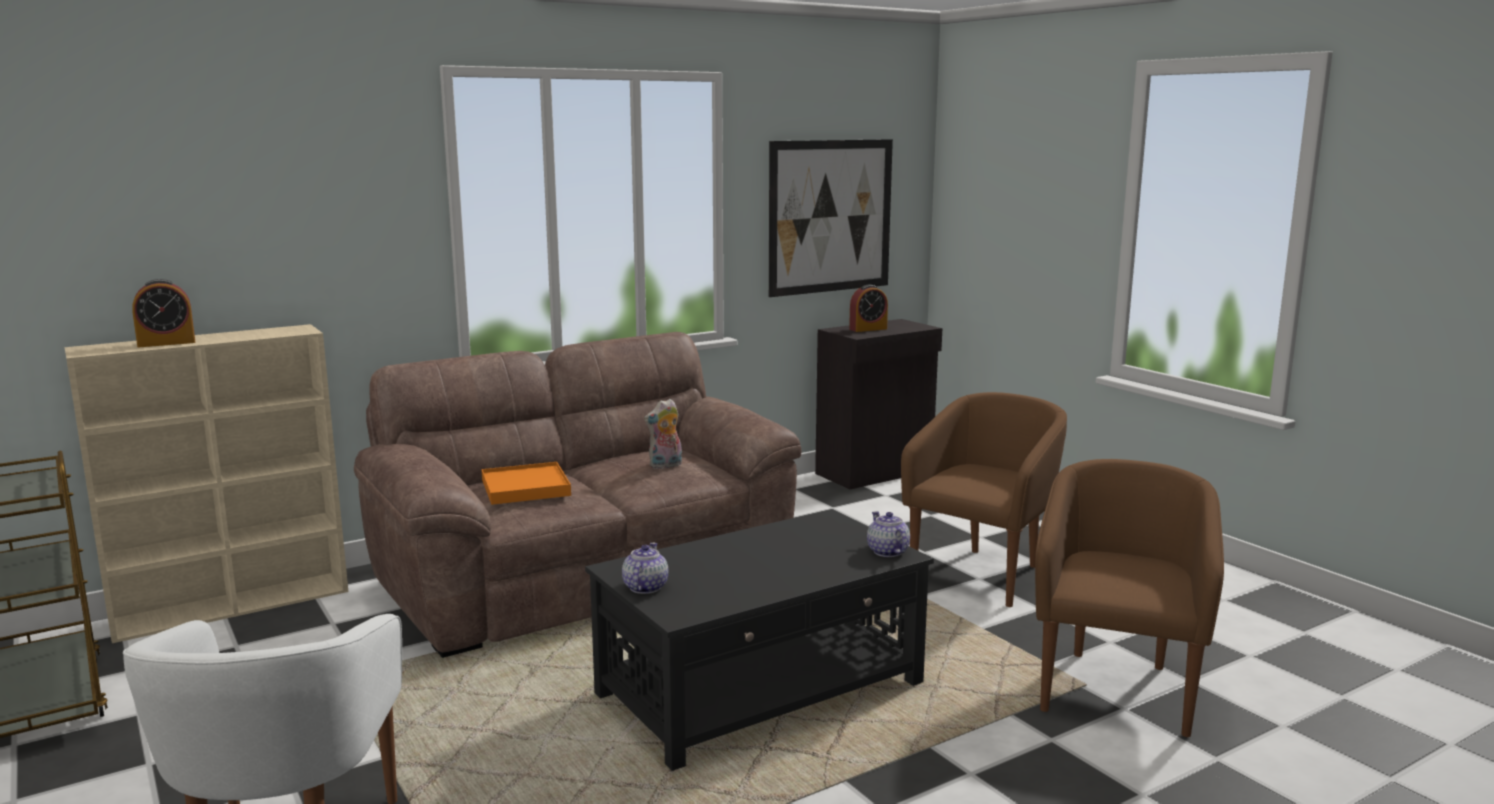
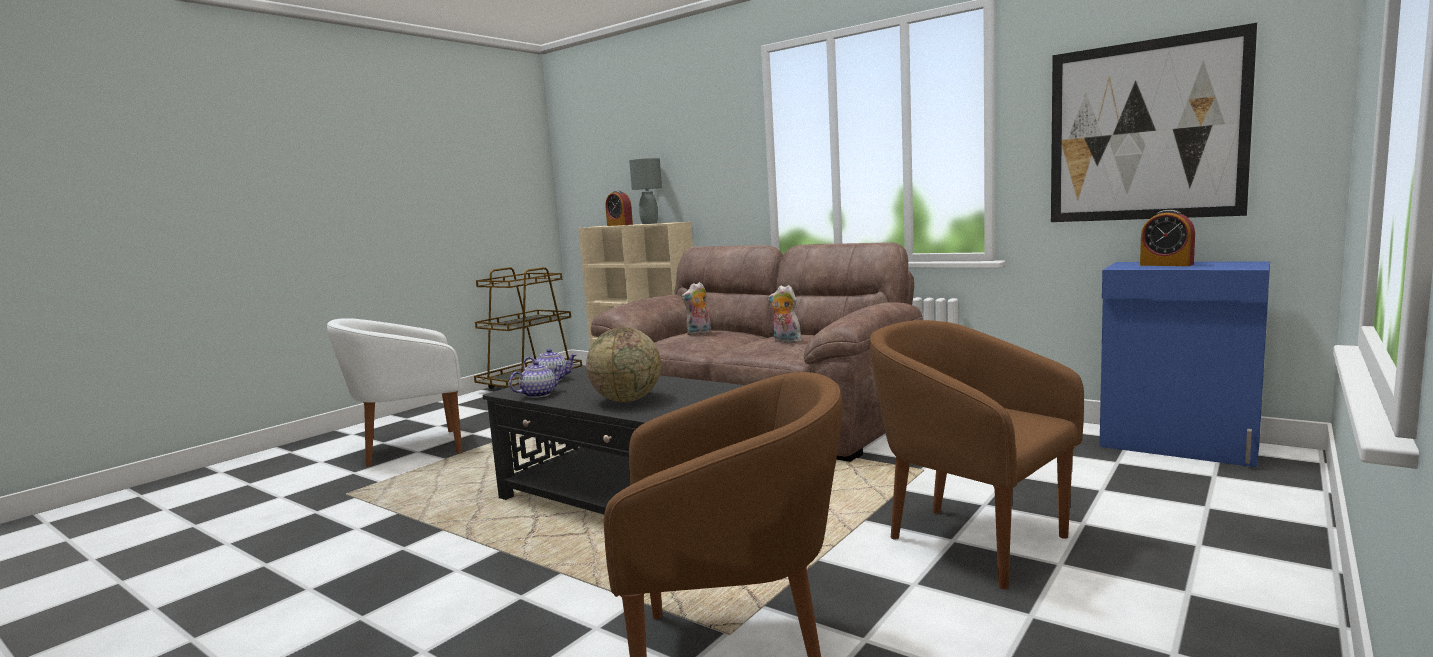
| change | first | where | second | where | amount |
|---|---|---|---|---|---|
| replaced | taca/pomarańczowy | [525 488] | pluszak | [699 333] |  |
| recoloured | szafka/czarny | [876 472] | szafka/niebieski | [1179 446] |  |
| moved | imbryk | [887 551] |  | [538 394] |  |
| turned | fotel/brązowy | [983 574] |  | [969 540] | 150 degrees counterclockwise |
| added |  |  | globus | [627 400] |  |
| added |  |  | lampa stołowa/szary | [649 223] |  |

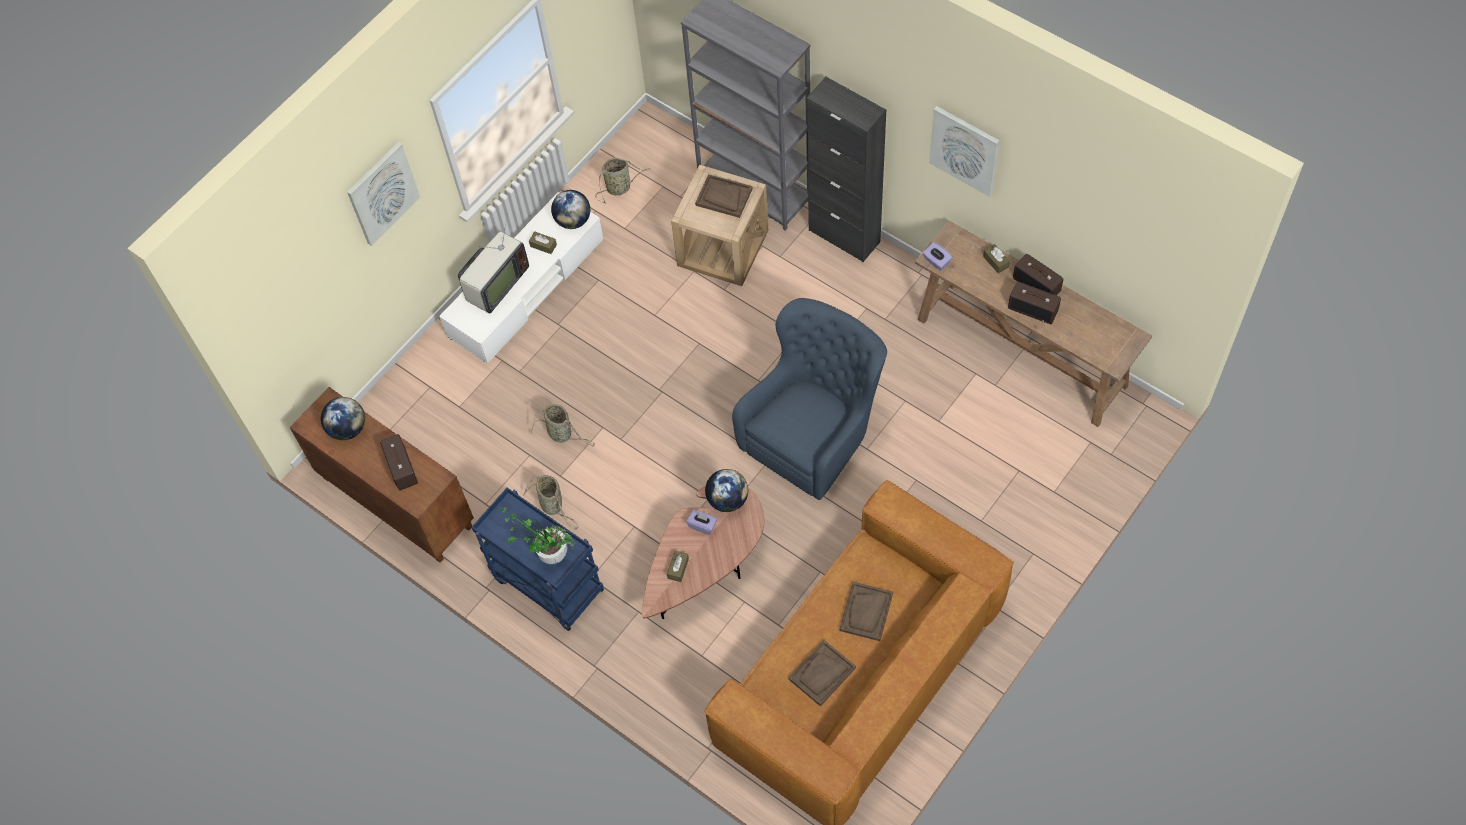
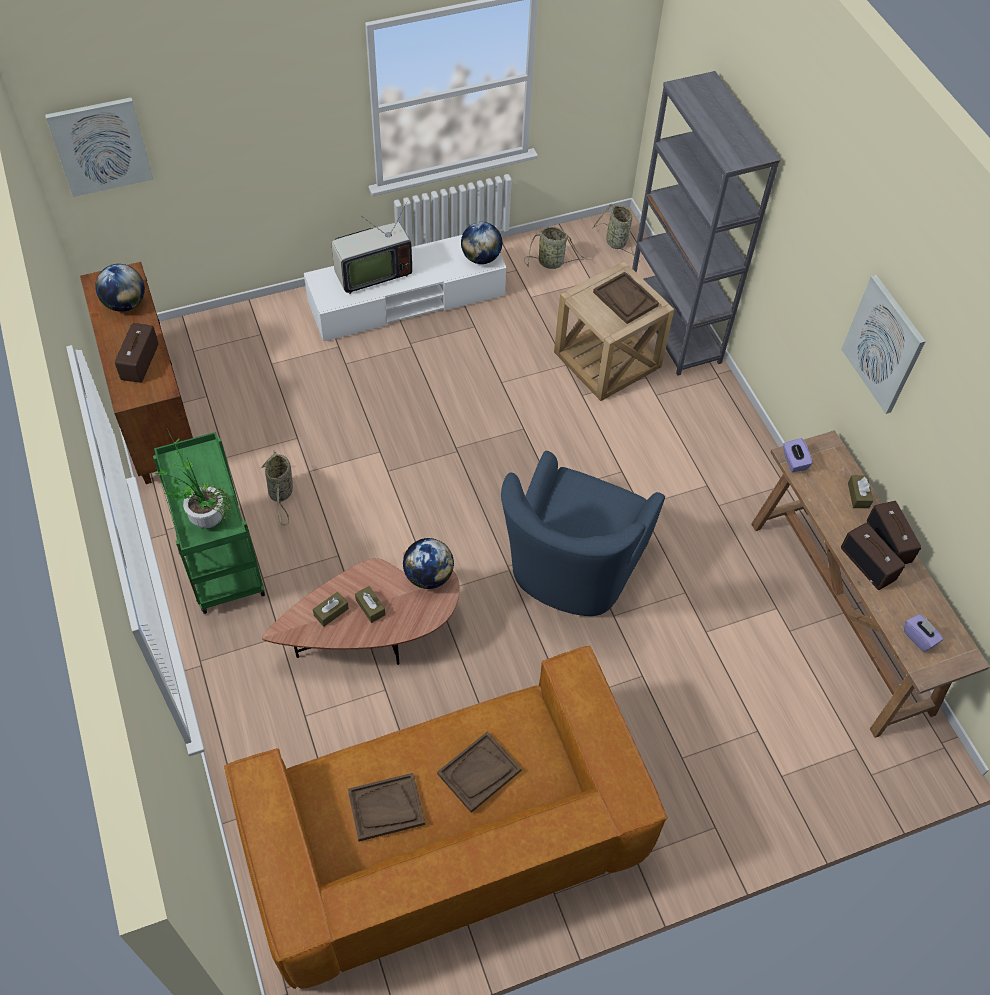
| change | first | where | second | where | amount |
|---|---|---|---|---|---|
| moved | obraz | [382 193] |  | [100 146] |  |
| recoloured | wózek/niebieski | [546 584] | wózek/zielony | [219 559] |  |
| moved | pudełko chusteczek/brązowy | [543 245] |  | [370 607] |  |
| moved | koszyk | [562 434] |  | [617 243] |  |
| moved | pudełko chusteczek/fioletowy | [702 525] |  | [919 637] |  |
| turned | fotel/niebieski | [813 433] |  | [571 570] | 135 degrees clockwise |
| removed | szafka/czarny | [844 236] |  |  |  |

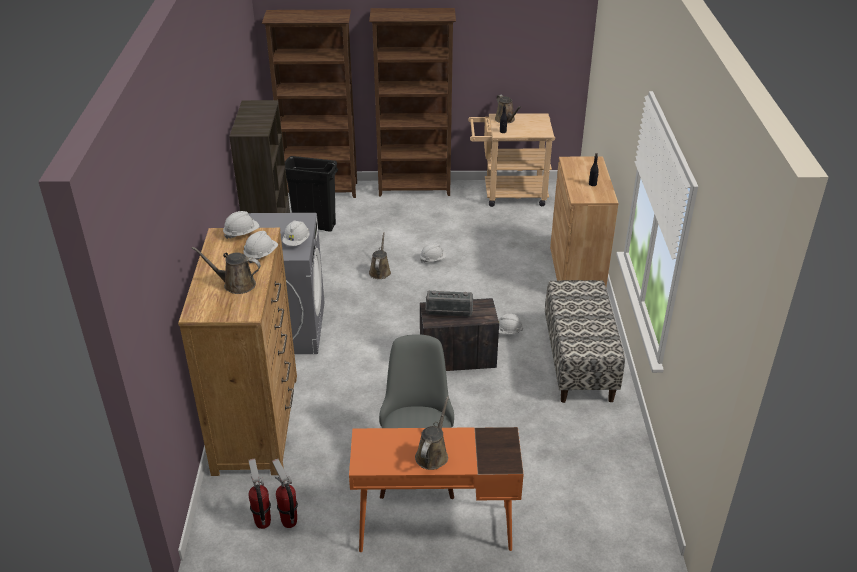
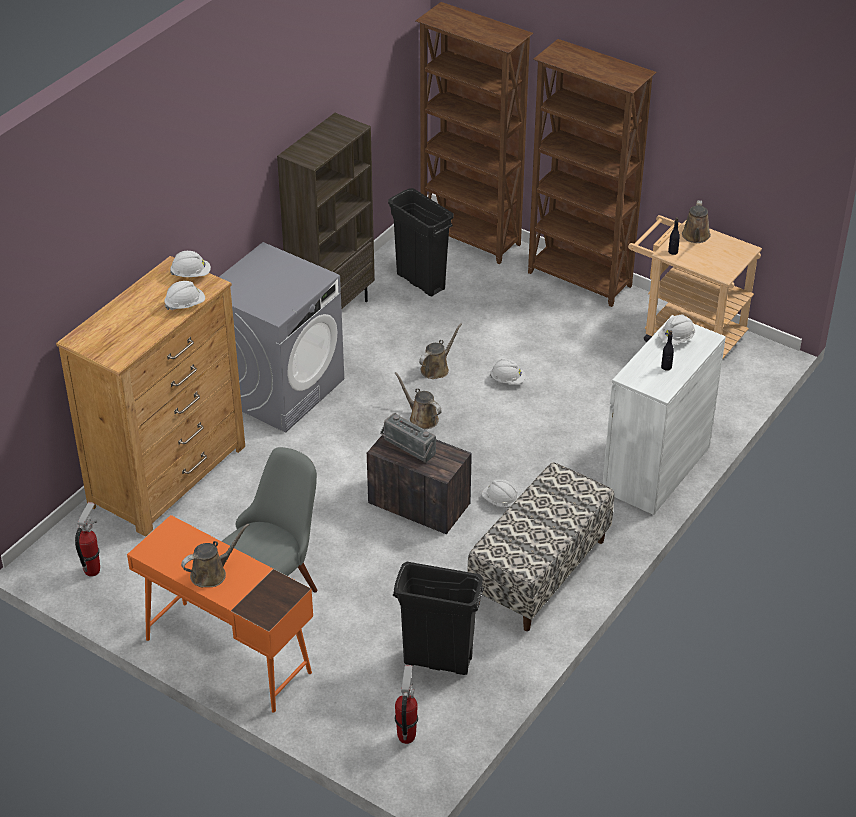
| change | first | where | second | where | amount |
|---|---|---|---|---|---|
| moved | konewka/brązowy | [236 284] |  | [421 418] |  |
| moved | gaśnica | [289 521] |  | [406 736] |  |
| moved | kask/biały | [296 241] |  | [676 339] |  |
| recoloured | szafka/brązowy | [576 271] | szafka/biały | [656 469] |  |
| added |  |  | kosz na śmieci/czarny | [437 660] |  |

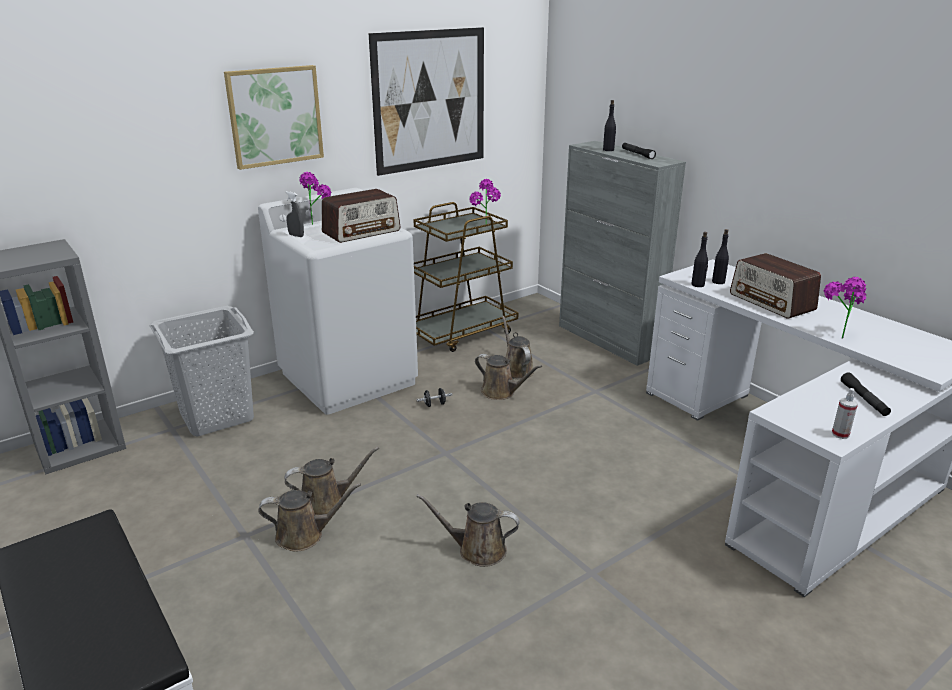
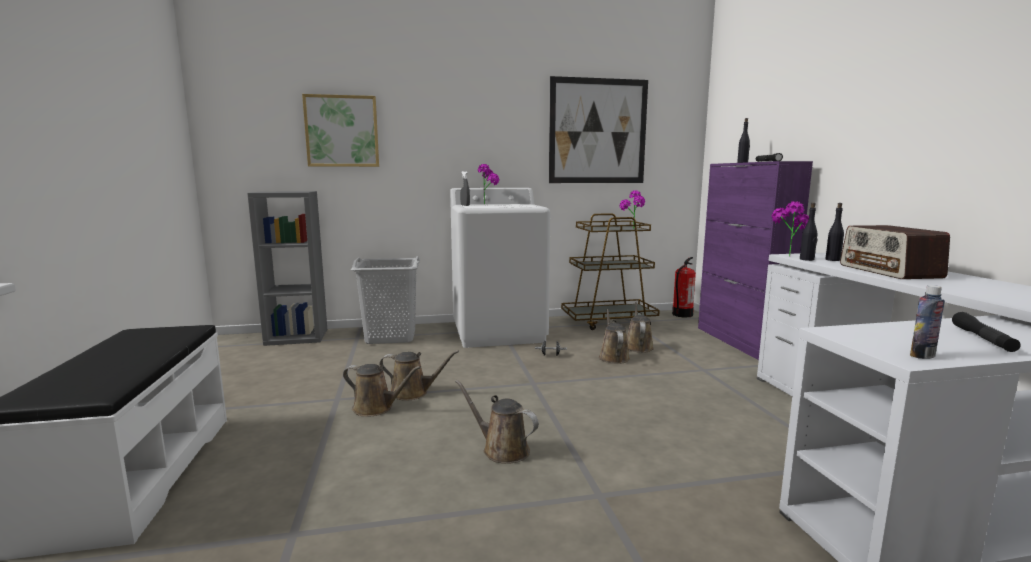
| change | first | where | second | where | amount |
|---|---|---|---|---|---|
| moved | obraz | [275 116] |  | [342 131] |  |
| removed | radio | [362 232] |  |  |  |
| turned | konewka/brązowy | [501 392] |  | [613 357] | 150 degrees counterclockwise |
| recoloured | szafka/szary | [608 340] | szafka/fioletowy | [740 342] |  |
| moved | roślina doniczkowa | [836 334] |  | [787 255] |  |
| replaced | spryskiwacz | [840 434] | butelka | [922 355] |  |
| added |  |  | gaśnica | [682 314] |  |

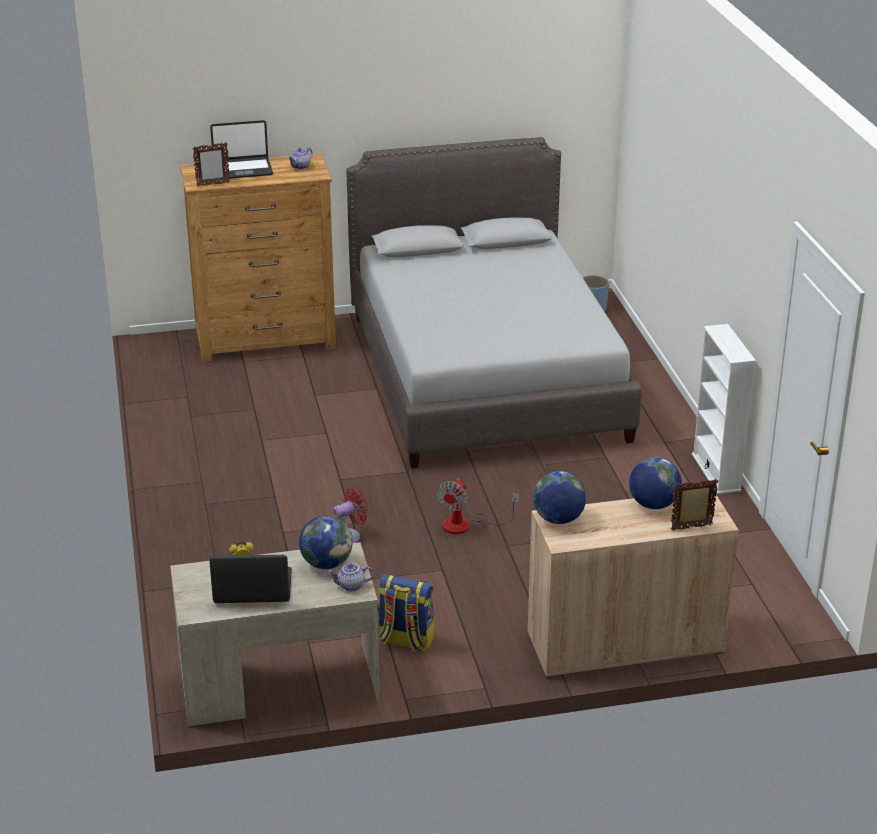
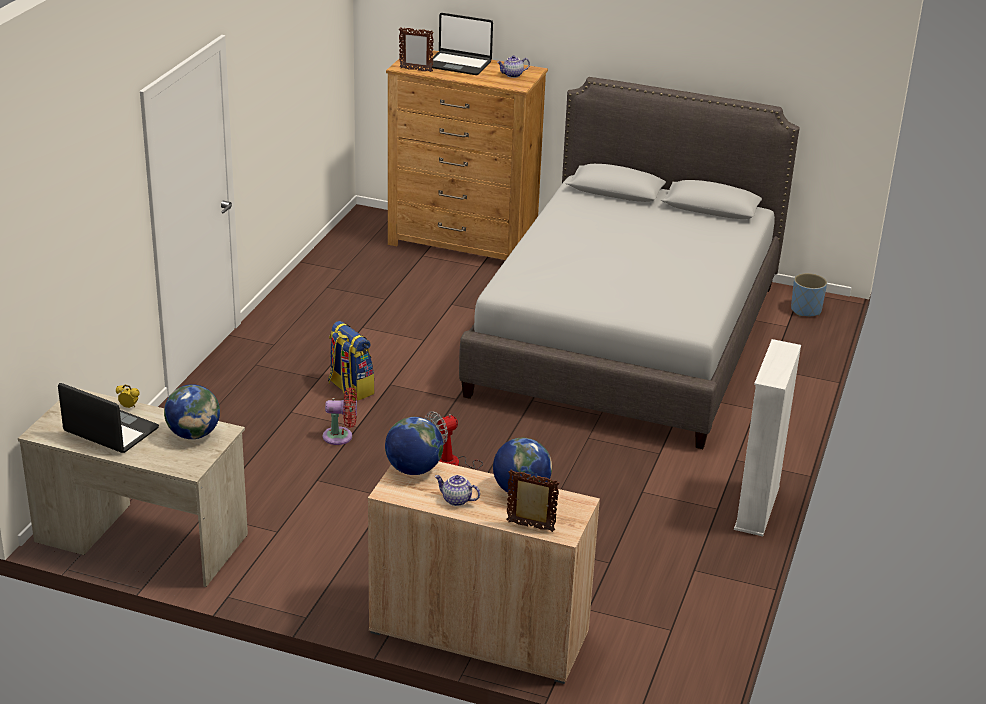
| change | first | where | second | where | amount |
|---|---|---|---|---|---|
| moved | imbryk | [351 586] |  | [456 500] |  |
| moved | plecak | [405 641] |  | [350 388] |  |

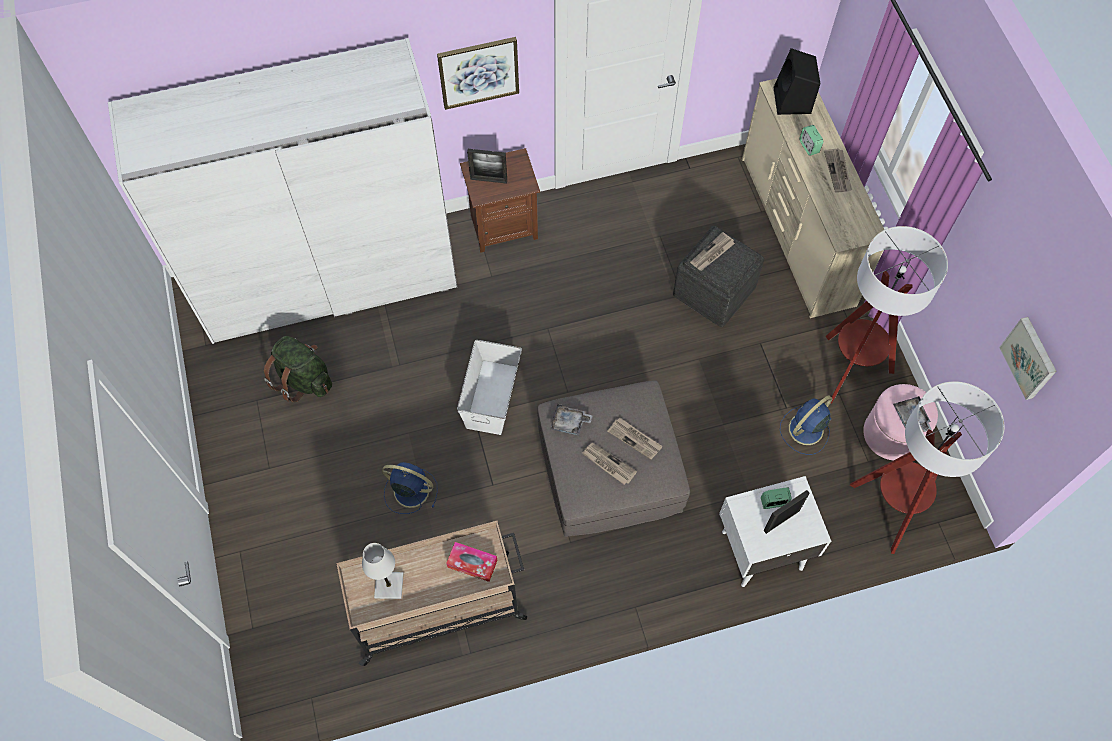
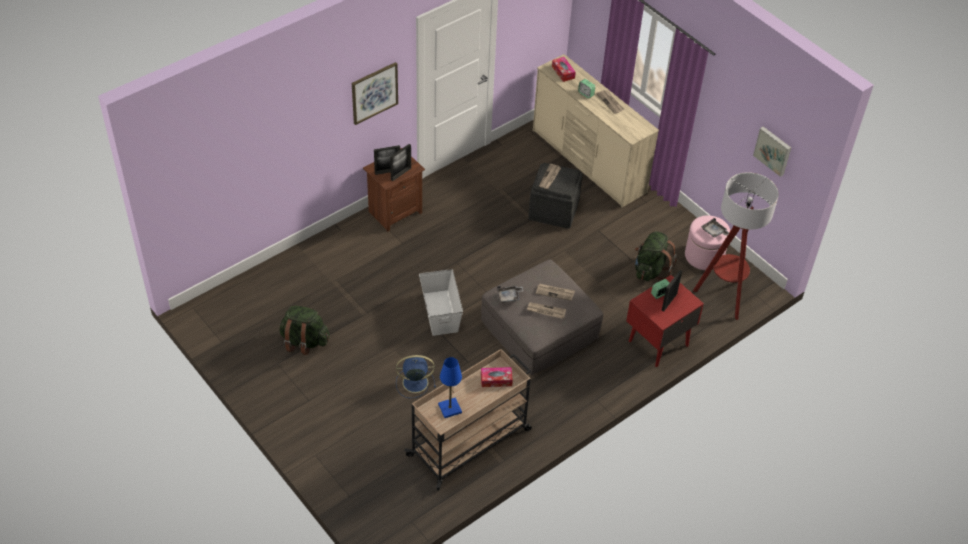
| change | first | where | second | where | amount |
|---|---|---|---|---|---|
| removed | szafa/biały | [329 281] |  |  |  |
| recoloured | lampa stołowa/biały | [389 585] | lampa stołowa/niebieski | [450 408] |  |
| recoloured | szafka nocna/biały | [760 549] | szafka nocna/czerwony | [657 343] |  |
| replaced | głośnik/czarny | [792 101] | pudełko chusteczek | [563 72] |  |
| replaced | wentylator/niebieski | [804 430] | plecak/zielony | [650 270] |  |
| removed | lampa stojąca | [850 370] |  |  |  |
| added |  |  | ramka na zdjęcie | [401 174] |  |

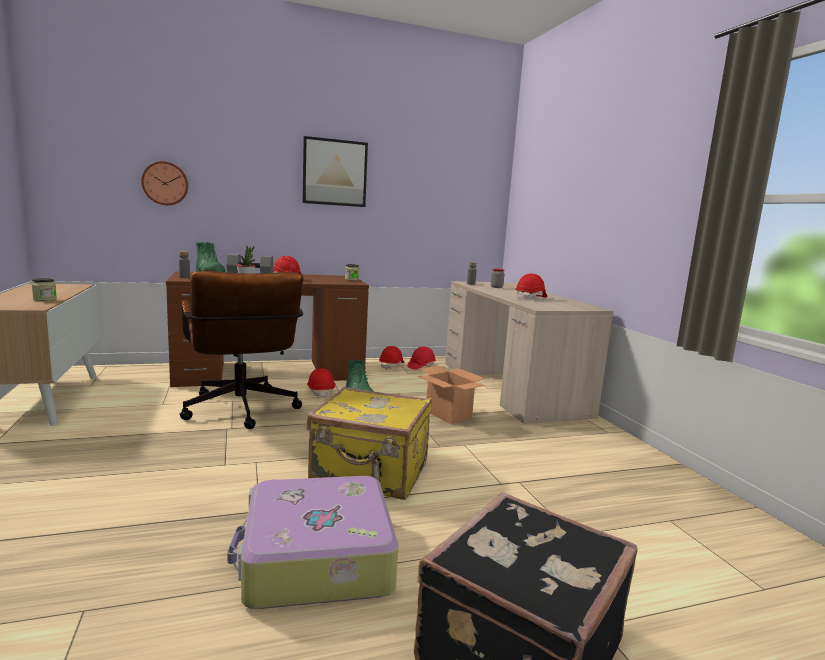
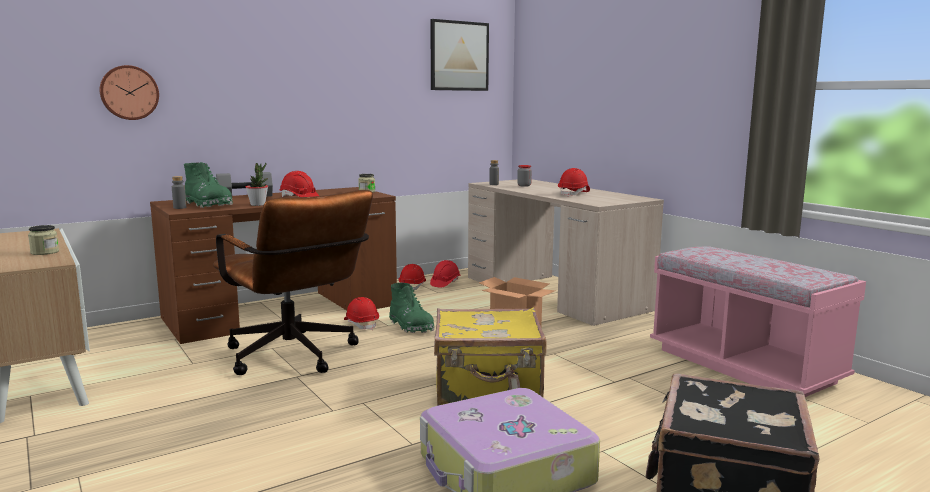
| change | first | where | second | where | amount |
|---|---|---|---|---|---|
| moved | obraz | [335 172] |  | [459 56] |  |
| added |  |  | ławka/różowy | [743 366] |  |

